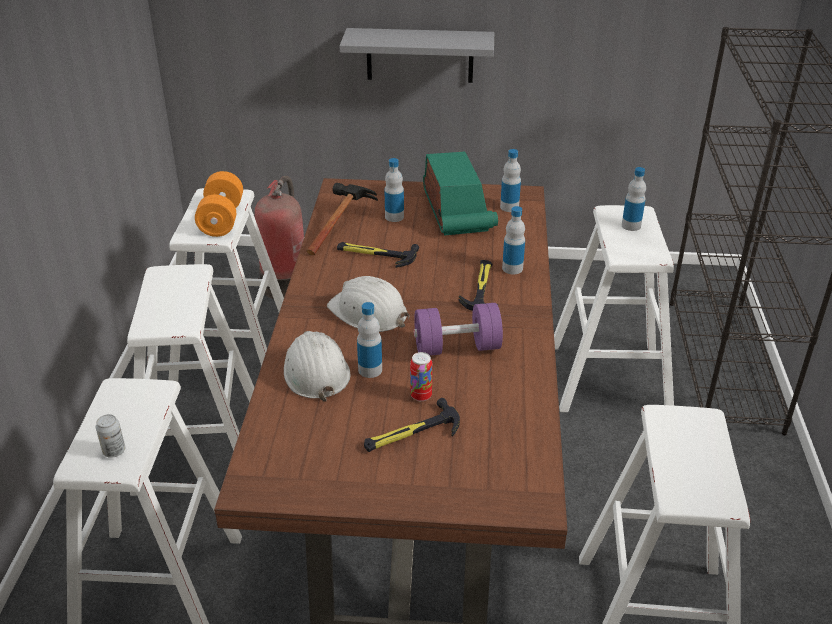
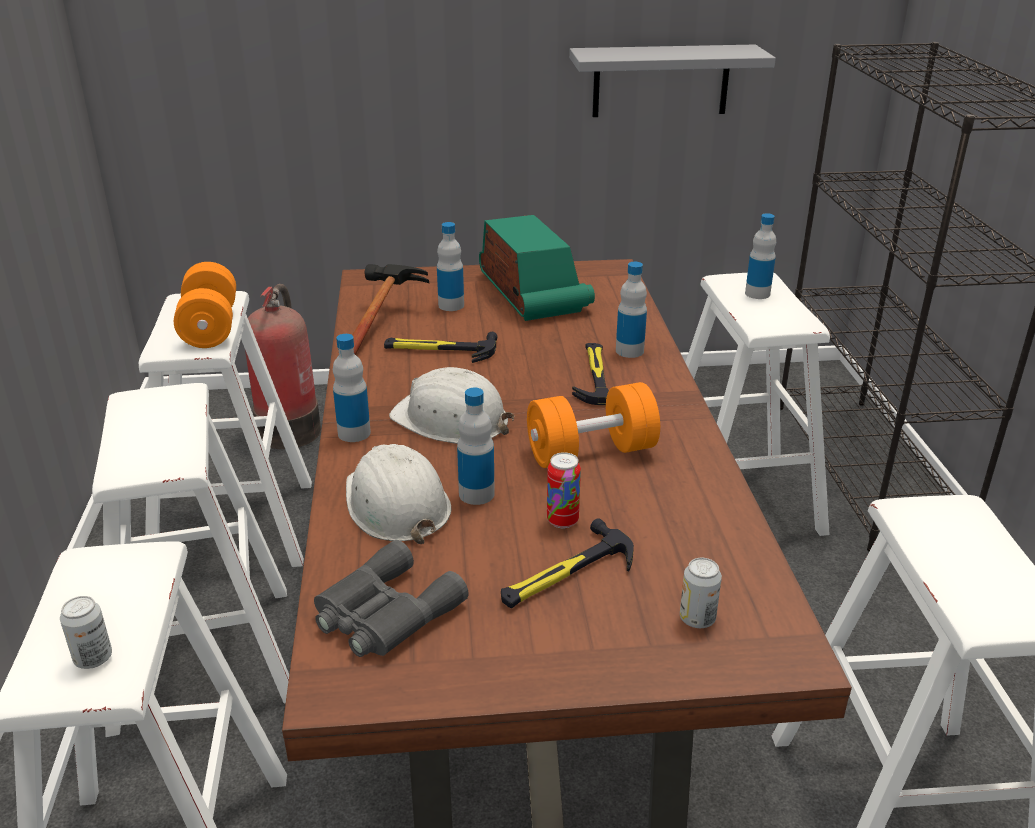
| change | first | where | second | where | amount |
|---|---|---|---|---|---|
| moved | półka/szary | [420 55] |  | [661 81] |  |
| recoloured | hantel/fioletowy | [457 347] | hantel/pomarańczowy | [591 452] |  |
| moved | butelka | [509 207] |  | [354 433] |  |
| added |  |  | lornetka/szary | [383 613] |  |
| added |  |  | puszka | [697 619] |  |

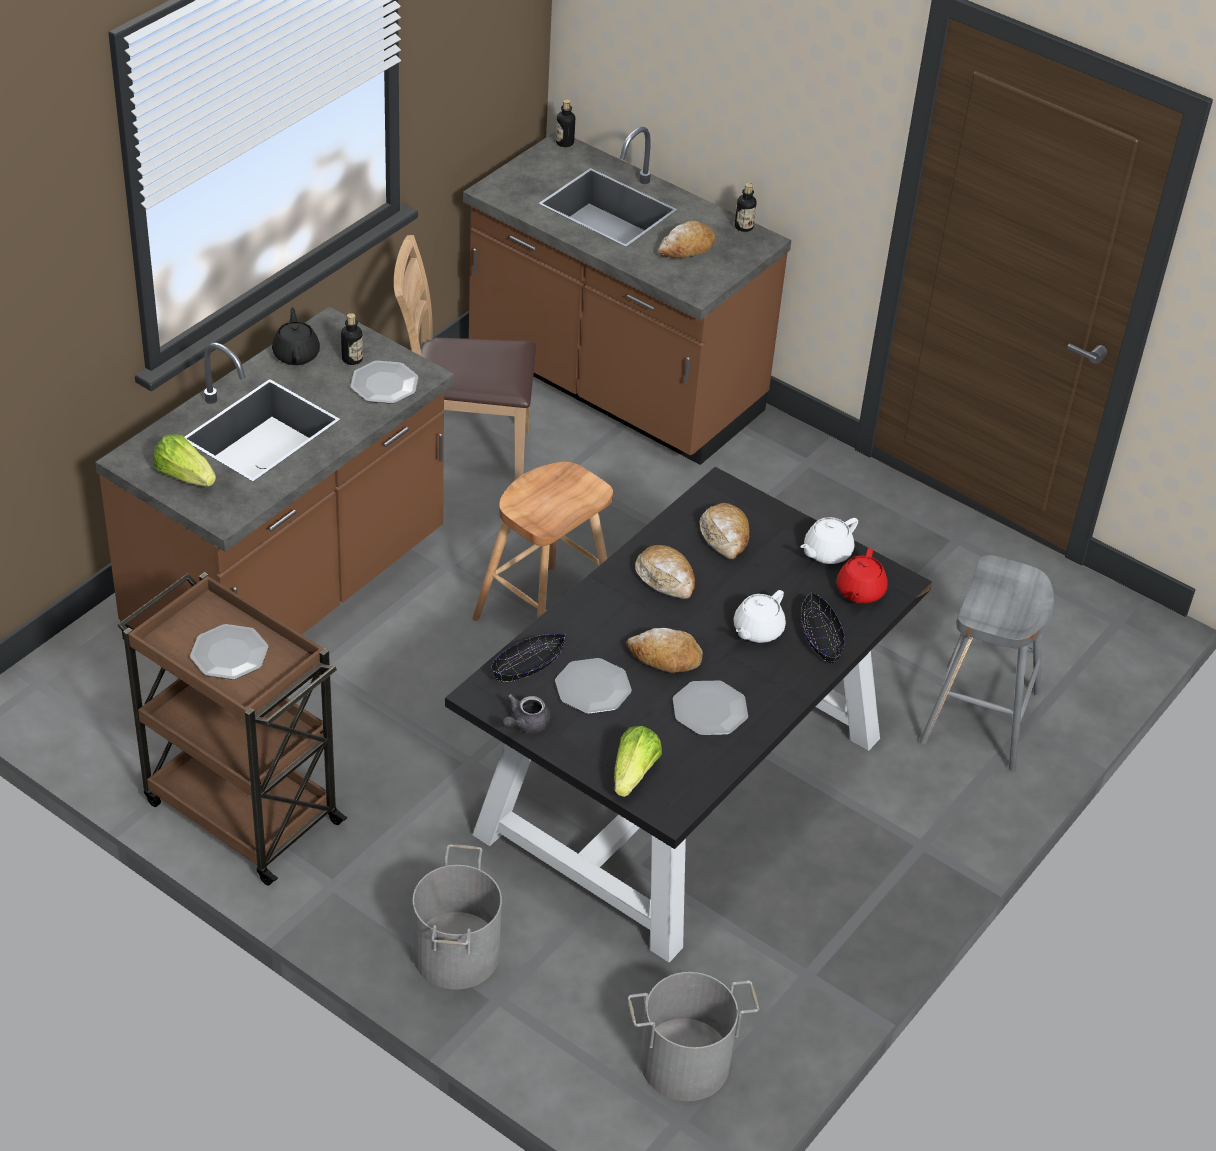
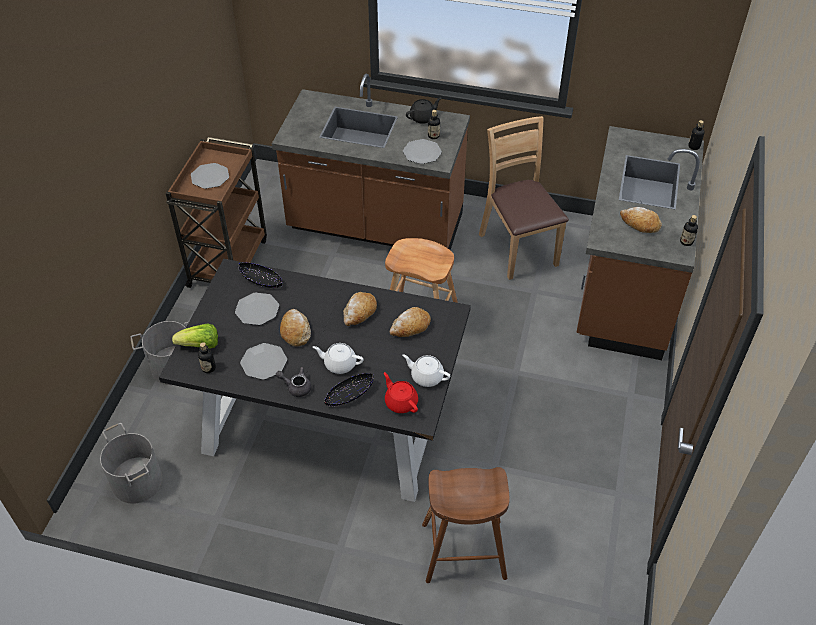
| change | first | where | second | where | amount |
|---|---|---|---|---|---|
| removed | sałata | [185 476] |  |  |  |
| moved | imbryk/szary | [525 724] |  | [296 387] |  |
| turned | imbryk/czerwony | [859 592] |  | [401 402] | 60 degrees clockwise |
| recoloured | stołek/szary | [980 716] | stołek/brązowy | [464 551] |  |
| added |  |  | butelka | [208 368] |  |

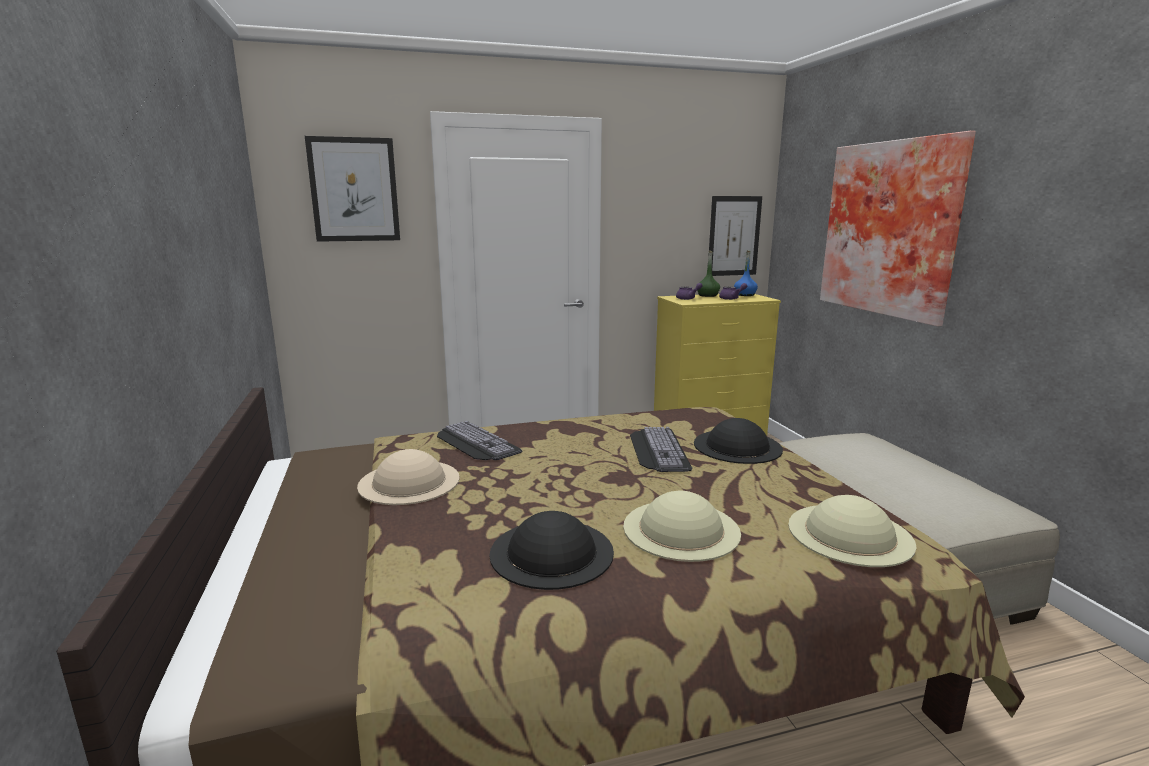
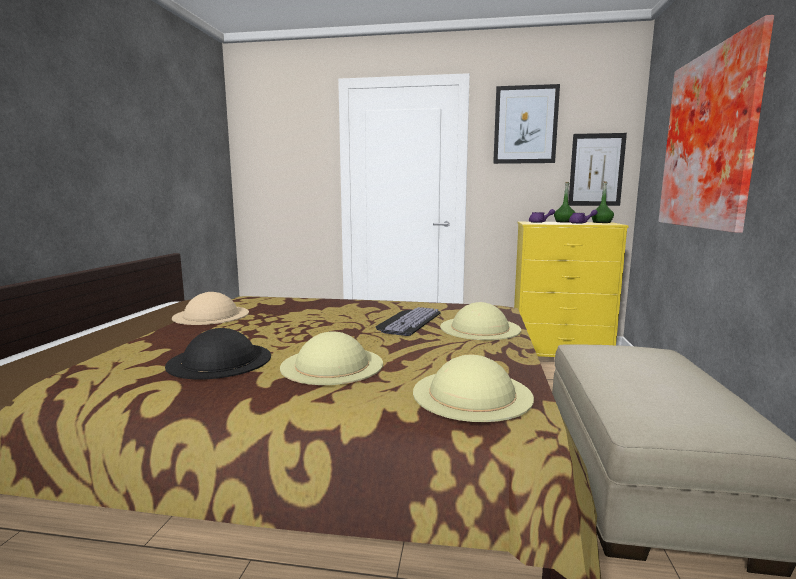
| change | first | where | second | where | amount |
|---|---|---|---|---|---|
| moved | obraz | [354 190] |  | [525 125] |  |
| removed | klawiatura | [474 442] |  |  |  |
| recoloured | kapelusz/czarny | [737 446] | kapelusz/beżowy | [480 328] |  |
| recoloured | butelka/niebieski | [745 295] | butelka/zielony | [601 222] |  |

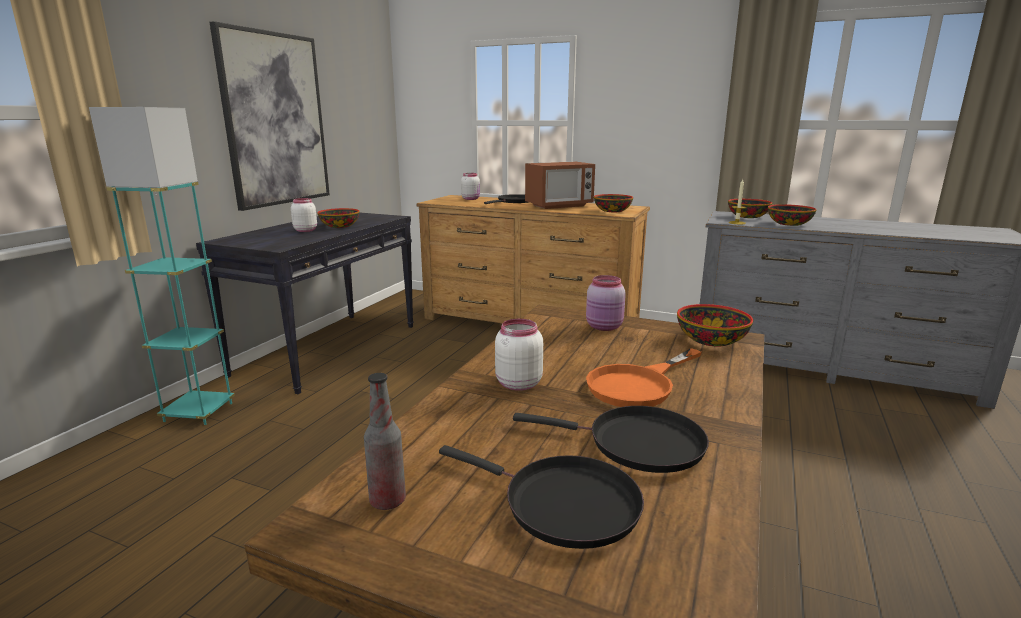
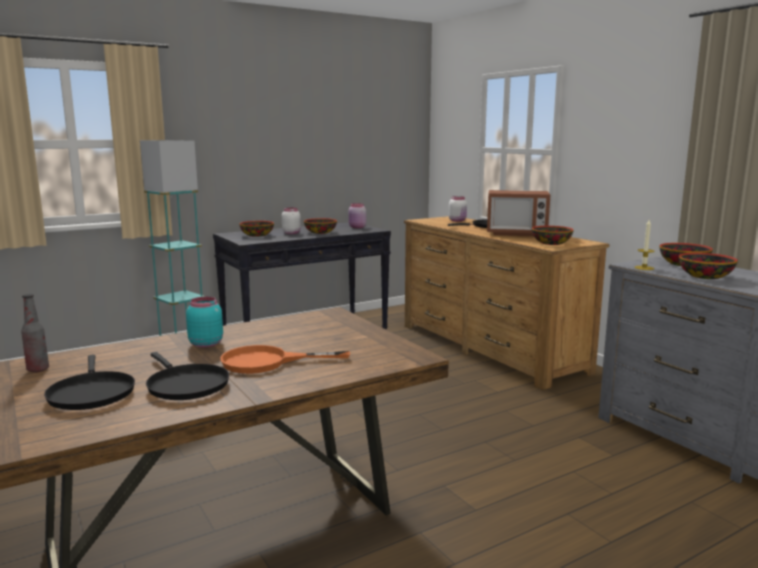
| change | first | where | second | where | amount |
|---|---|---|---|---|---|
| removed | obraz | [275 120] |  |  |  |
| recoloured | słoik/biały | [517 383] | słoik/turkusowy | [205 343] |  |
| moved | słoik/różowy | [605 327] |  | [357 227] |  |
| moved | miska | [710 340] |  | [256 235] |  |

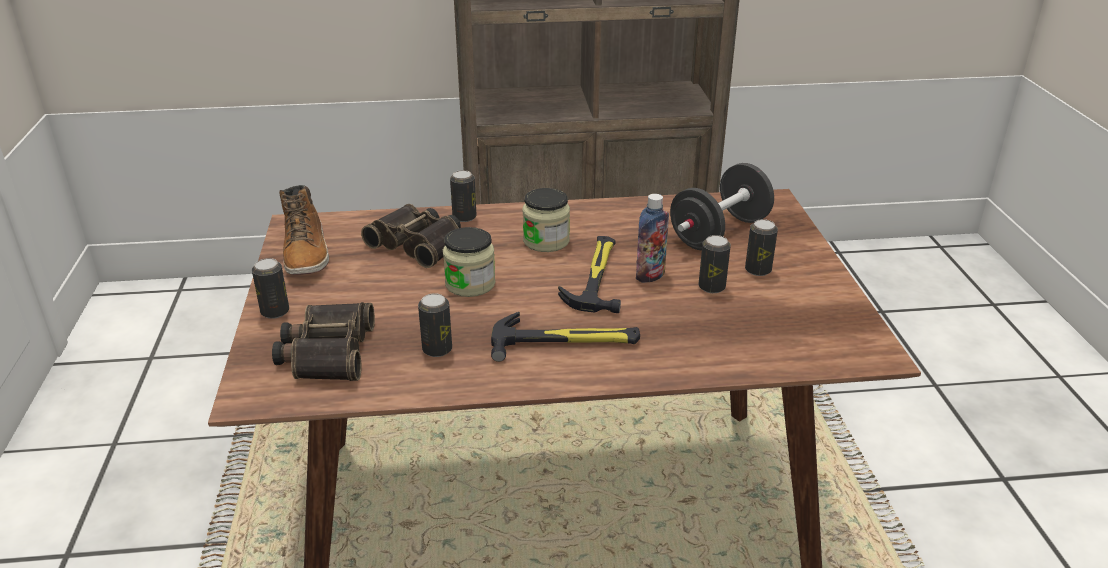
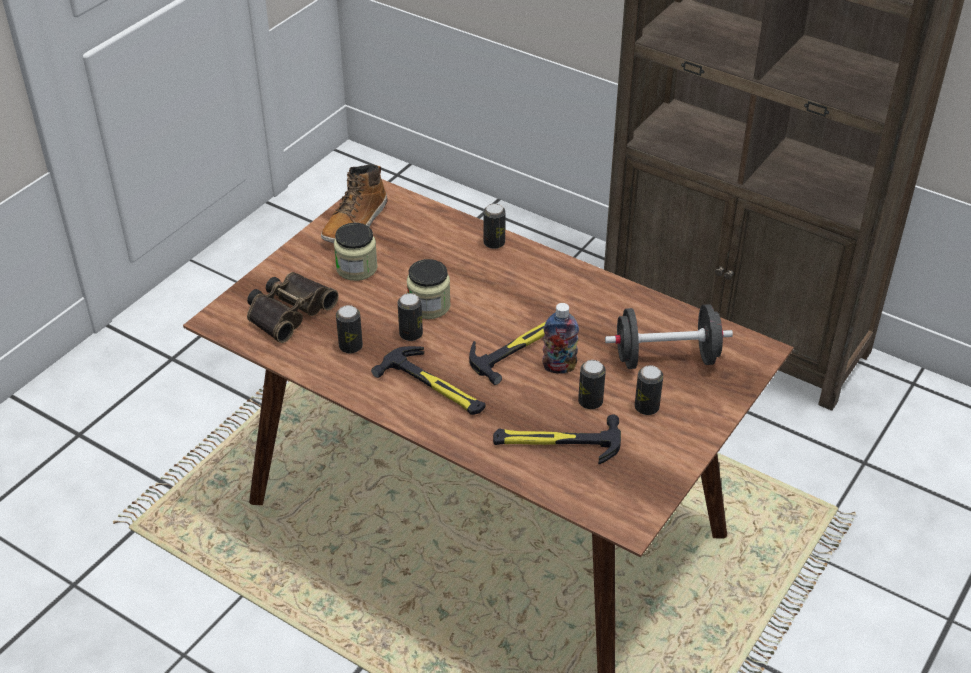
| change | first | where | second | where | amount |
|---|---|---|---|---|---|
| moved | puszka | [275 312] |  | [411 334] |  |
| removed | lornetka | [420 243] |  |  |  |
| moved | słoik | [546 241] |  | [356 268] |  |
| added |  |  | młotek | [556 442] |  |

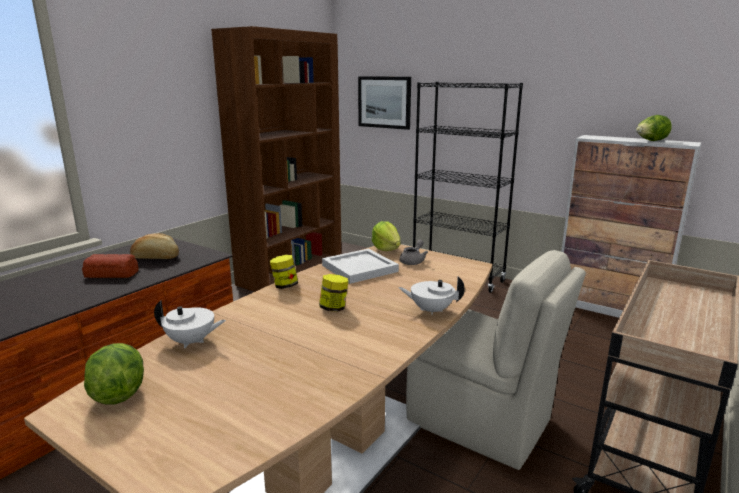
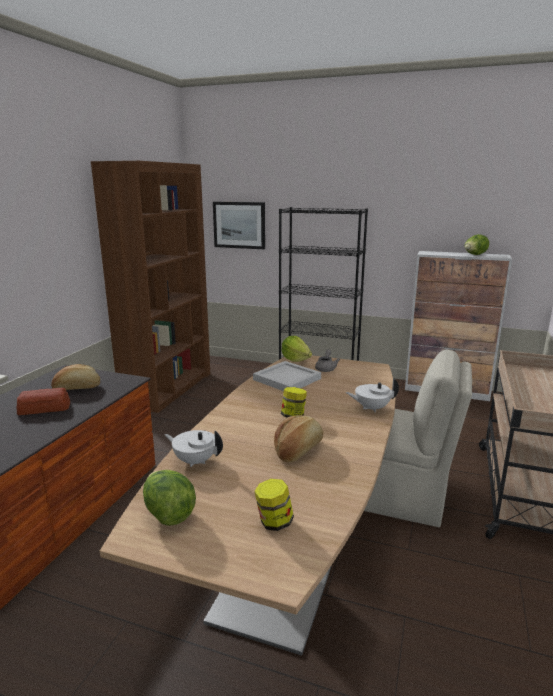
| change | first | where | second | where | amount |
|---|---|---|---|---|---|
| turned | imbryk/biały | [191 342] |  | [195 461] | 150 degrees counterclockwise |
| moved | słoik | [285 286] |  | [274 522] |  |
| added |  |  | chleb | [298 450] |  |

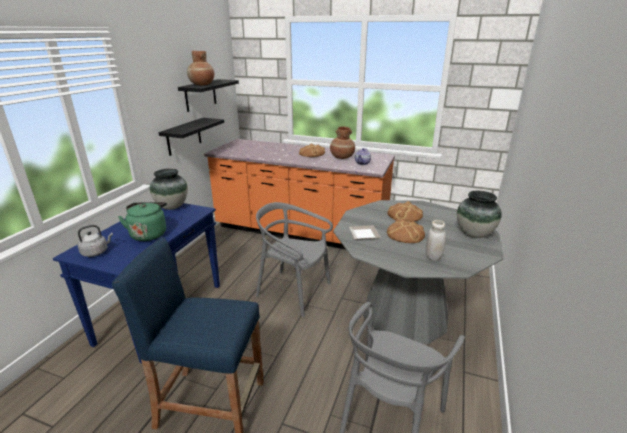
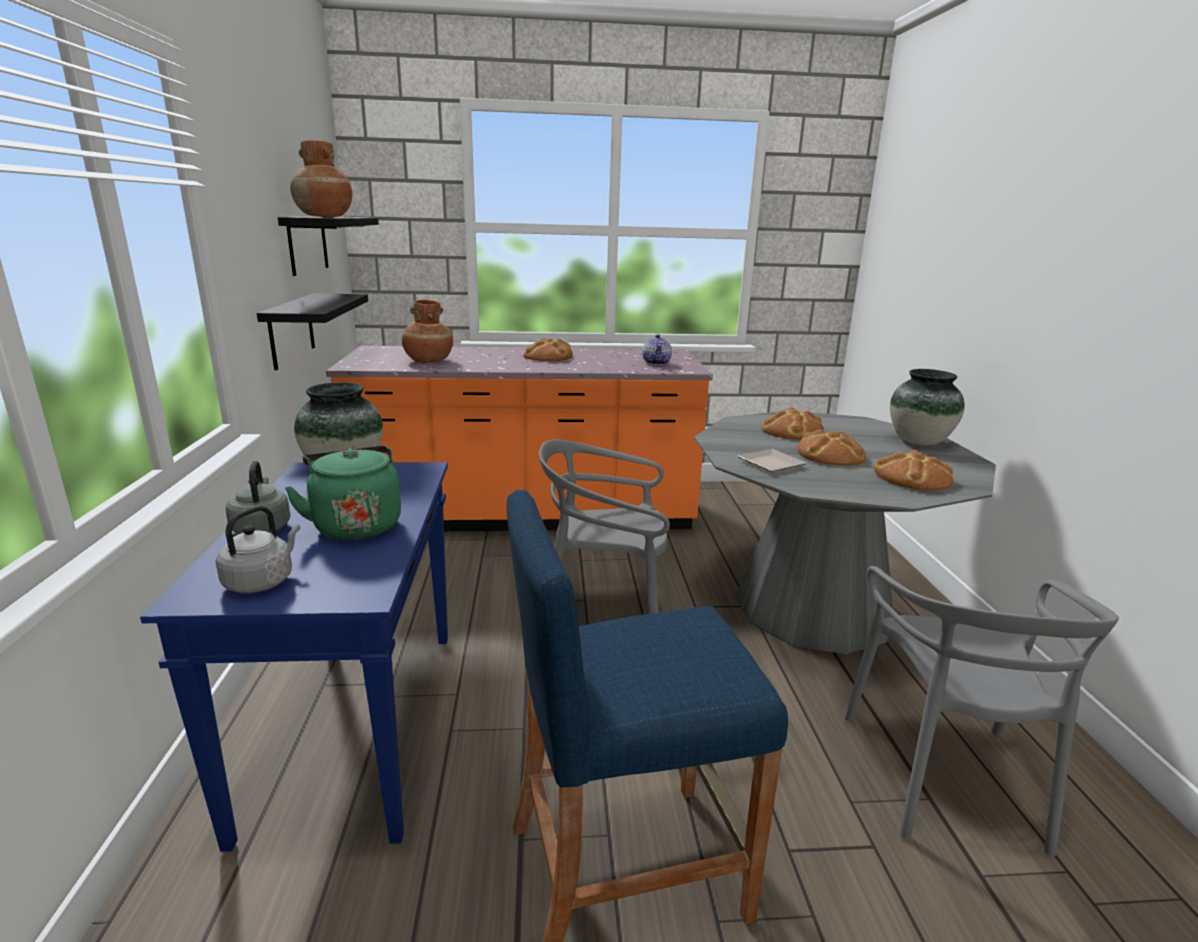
| change | first | where | second | where | amount |
|---|---|---|---|---|---|
| moved | wazon/brązowy | [342 157] |  | [428 361] |  |
| replaced | słoik/biały | [433 257] | chleb | [912 477] |  |
| added |  |  | czajnik/szary | [262 527] |  |

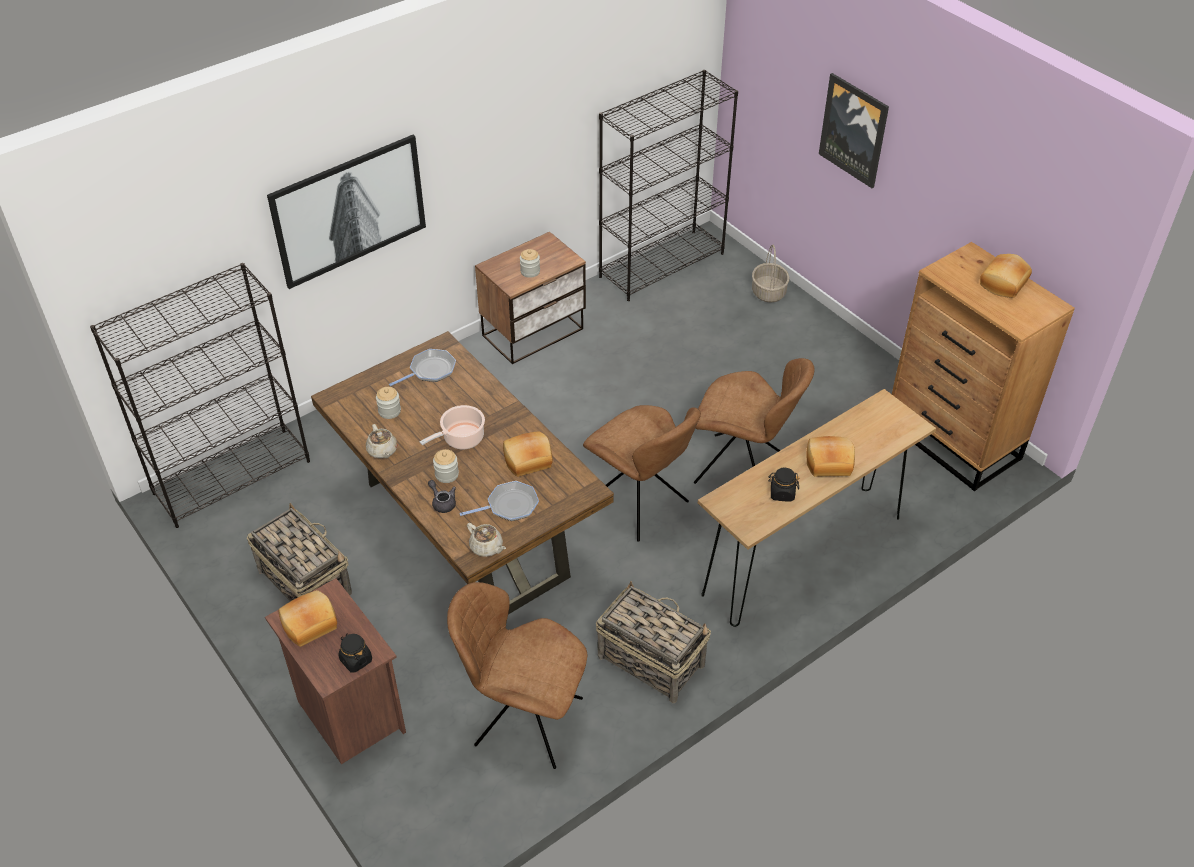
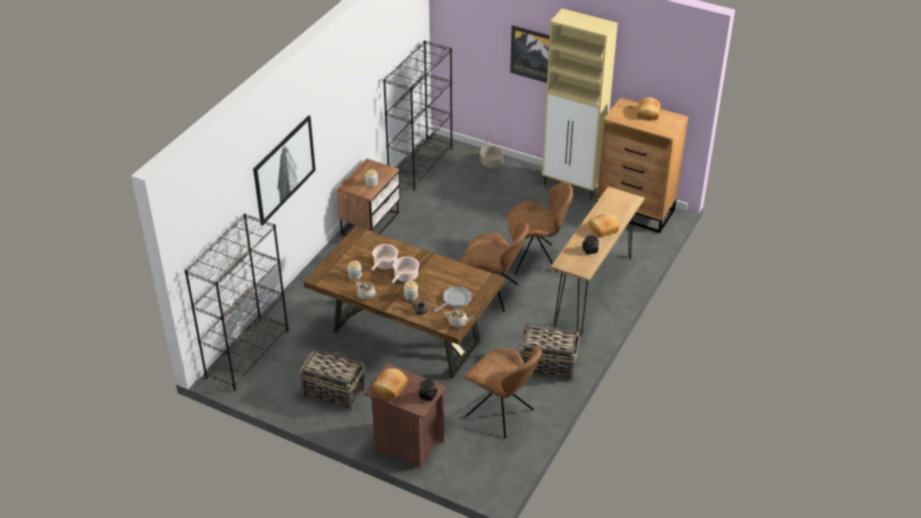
| change | first | where | second | where | amount |
|---|---|---|---|---|---|
| removed | patelnia | [430 370] |  |  |  |
| turned | krzesło/brązowy | [524 720] |  | [502 414] | 135 degrees counterclockwise |
| removed | chleb | [528 461] |  |  |  |
| added |  |  | garnek | [384 264] |  |
| added |  |  | szafka/beżowy | [572 186] |  |

